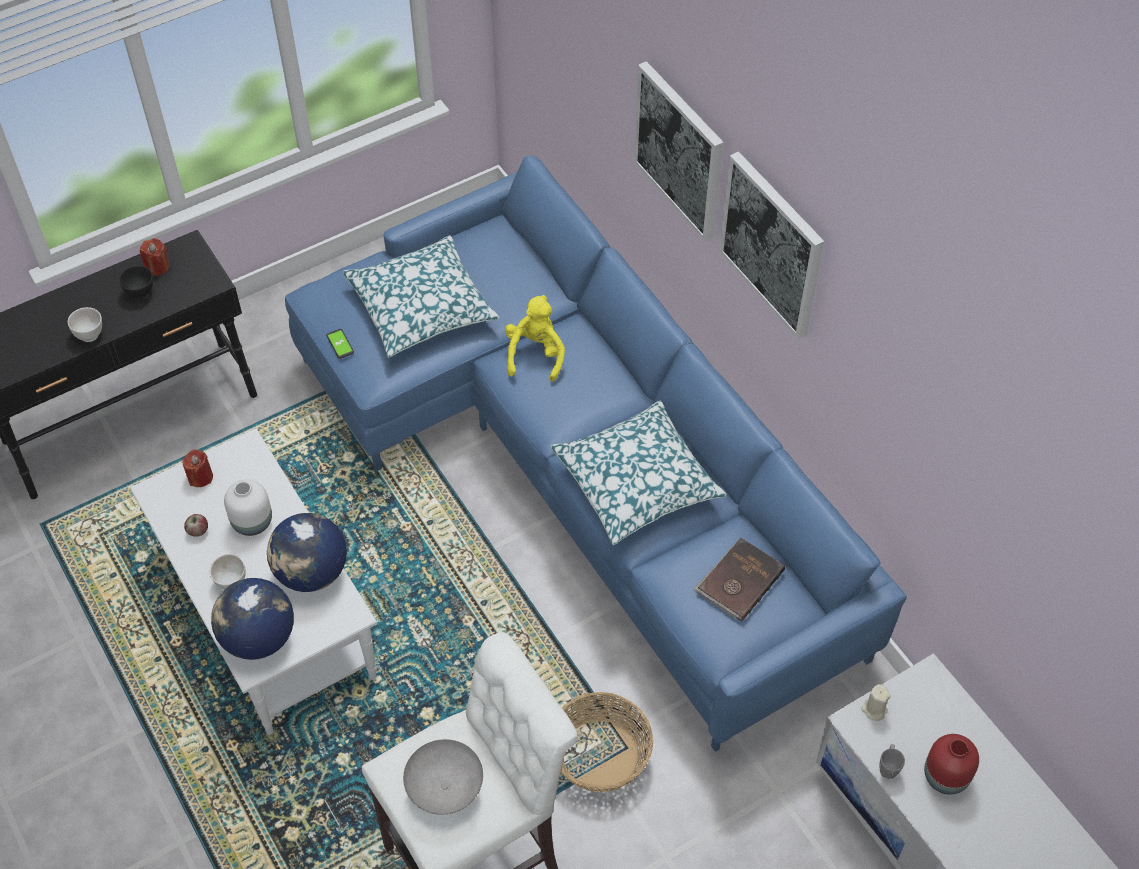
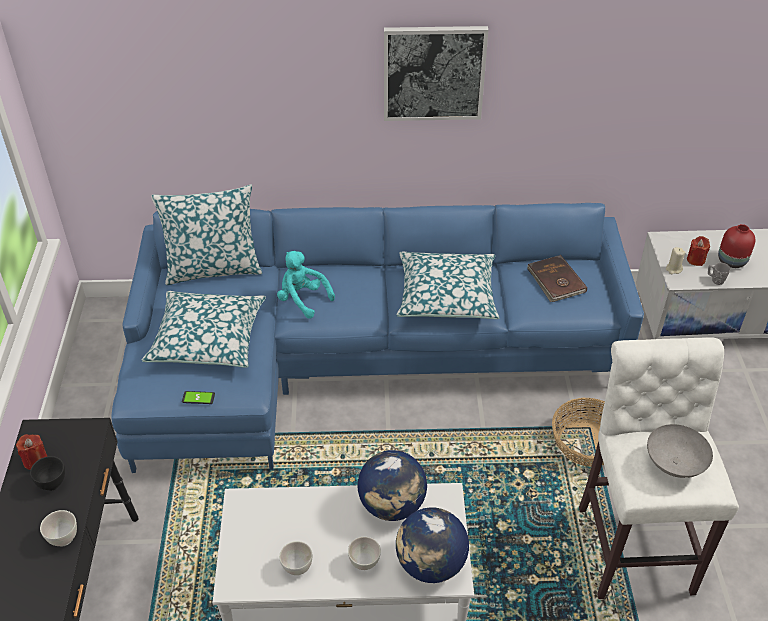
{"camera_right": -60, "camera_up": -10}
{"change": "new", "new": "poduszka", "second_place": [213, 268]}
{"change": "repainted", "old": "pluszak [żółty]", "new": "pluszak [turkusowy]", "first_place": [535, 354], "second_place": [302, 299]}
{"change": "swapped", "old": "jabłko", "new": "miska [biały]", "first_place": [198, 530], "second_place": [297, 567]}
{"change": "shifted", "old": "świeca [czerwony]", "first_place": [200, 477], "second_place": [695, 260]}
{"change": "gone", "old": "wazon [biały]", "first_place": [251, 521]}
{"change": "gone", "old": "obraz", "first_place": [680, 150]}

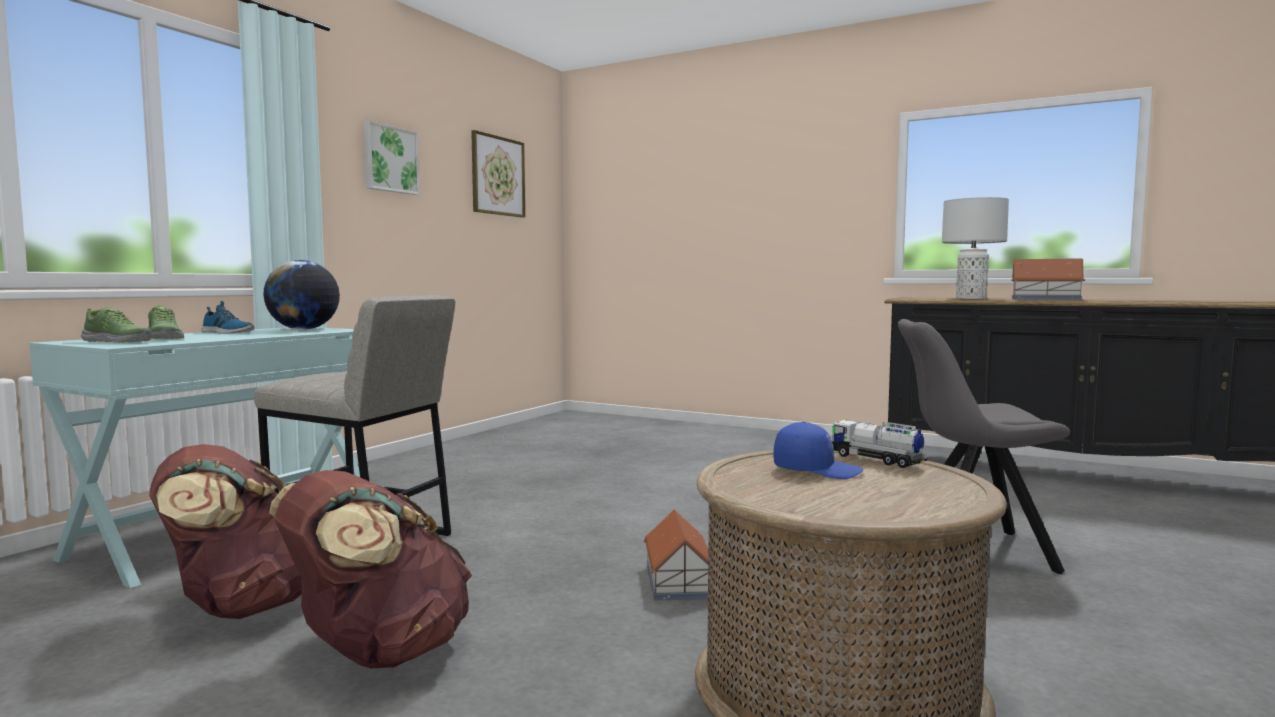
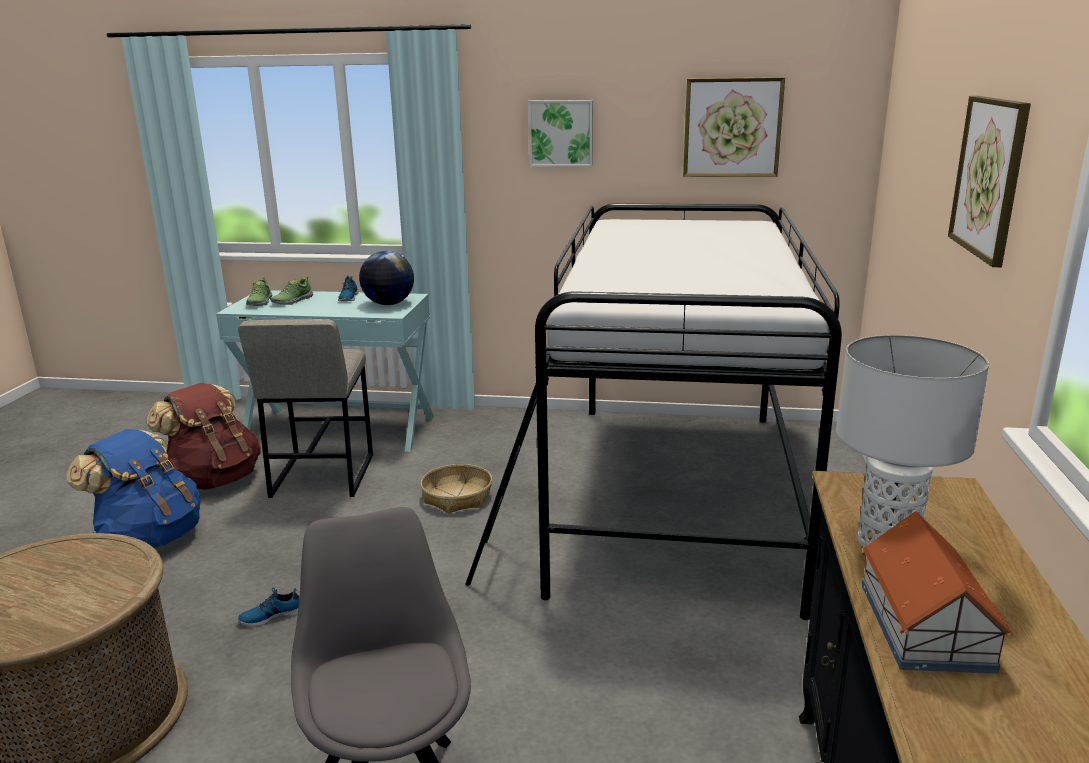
{"camera_right": 70, "camera_up": 15}
{"change": "repainted", "old": "plecak [brązowy]", "new": "plecak [niebieski]", "first_place": [377, 653], "second_place": [150, 537]}
{"change": "swapped", "old": "domek", "new": "but", "first_place": [679, 580], "second_place": [271, 616]}
{"change": "new", "new": "koszyk", "second_place": [457, 497]}
{"change": "new", "new": "łóżko [czarny]", "second_place": [670, 495]}
{"change": "new", "new": "obraz", "second_place": [989, 177]}
{"change": "gone", "old": "czapka z daszkiem [niebieski]", "first_place": [816, 470]}
{"change": "gone", "old": "ciężarówka zabawkowa", "first_place": [876, 459]}

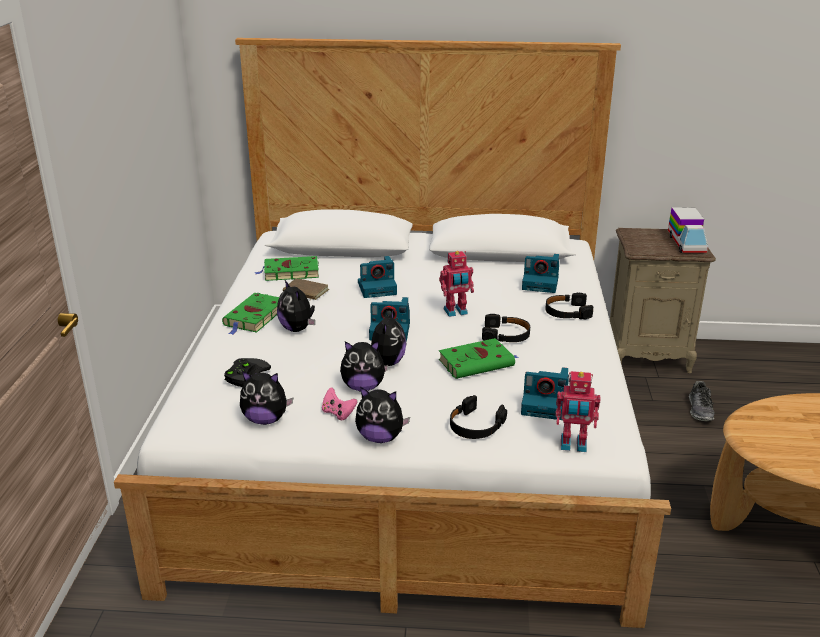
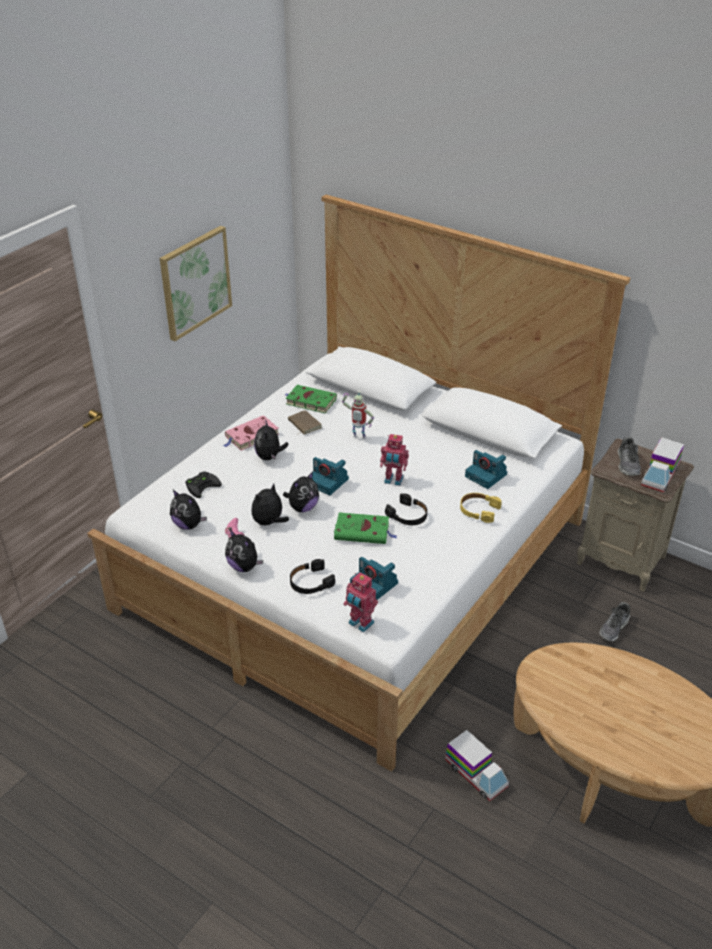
{"camera_right": 30, "camera_up": 10}
{"change": "new", "new": "obraz", "second_place": [195, 282]}
{"change": "repainted", "old": "książka [zielony]", "new": "książka [różowy]", "first_place": [254, 317], "second_place": [251, 436]}
{"change": "rotated", "old": "pluszak", "first_place": [363, 387], "second_place": [269, 522], "degrees": 105}
{"change": "swapped", "old": "aparat fotograficzny", "new": "robot zabawkowy", "first_place": [378, 288], "second_place": [358, 438]}
{"change": "new", "new": "ciężarówka zabawkowa", "second_place": [476, 774]}
{"change": "repainted", "old": "słuchawki [czarny]", "new": "słuchawki [żółty]", "first_place": [567, 312], "second_place": [478, 510]}
{"change": "new", "new": "but", "second_place": [628, 464]}

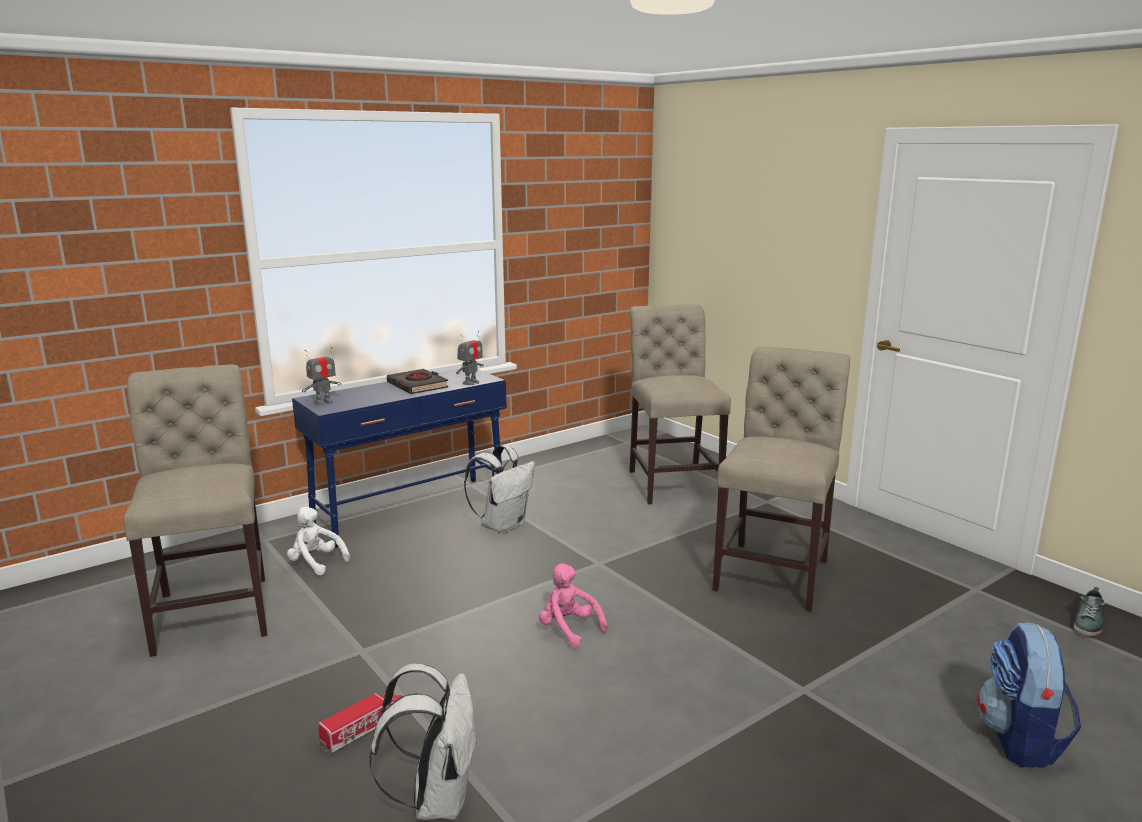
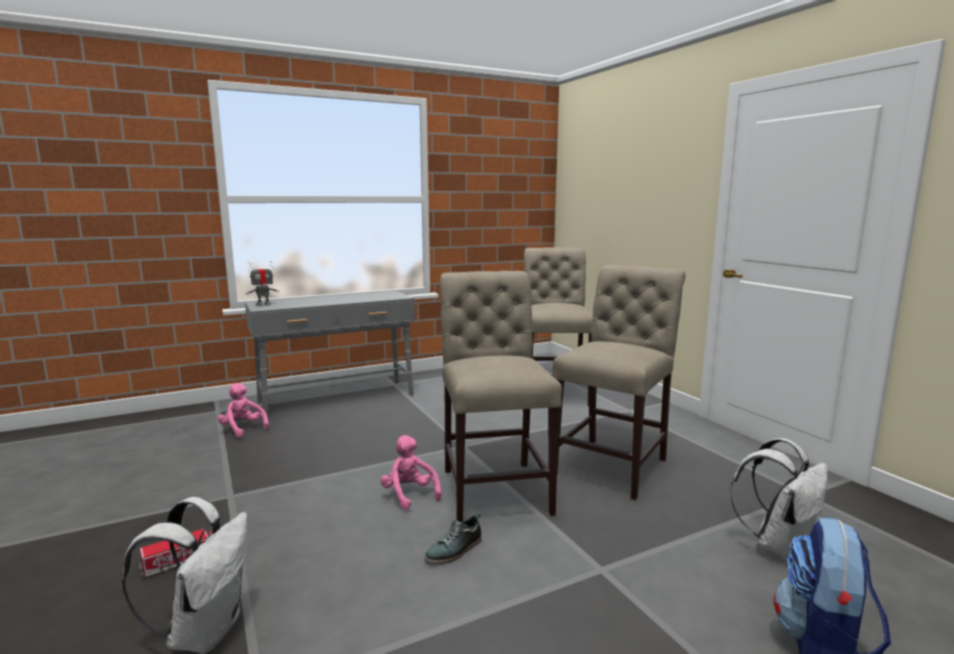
{"camera_right": 10, "camera_up": -5}
{"change": "repainted", "old": "pluszak [biały]", "new": "pluszak [różowy]", "first_place": [316, 563], "second_place": [243, 429]}
{"change": "repainted", "old": "stolik konsolowy [niebieski]", "new": "stolik konsolowy [szary]", "first_place": [411, 512], "second_place": [337, 399]}
{"change": "shifted", "old": "but", "first_place": [1088, 623], "second_place": [454, 550]}
{"change": "shifted", "old": "krzesło [beżowy]", "first_place": [214, 609], "second_place": [495, 487]}
{"change": "shifted", "old": "plecak [biały]", "first_place": [503, 526], "second_place": [778, 545]}
{"change": "gone", "old": "książka [czarny]", "first_place": [418, 386]}
{"change": "gone", "old": "robot zabawkowy", "first_place": [471, 383]}

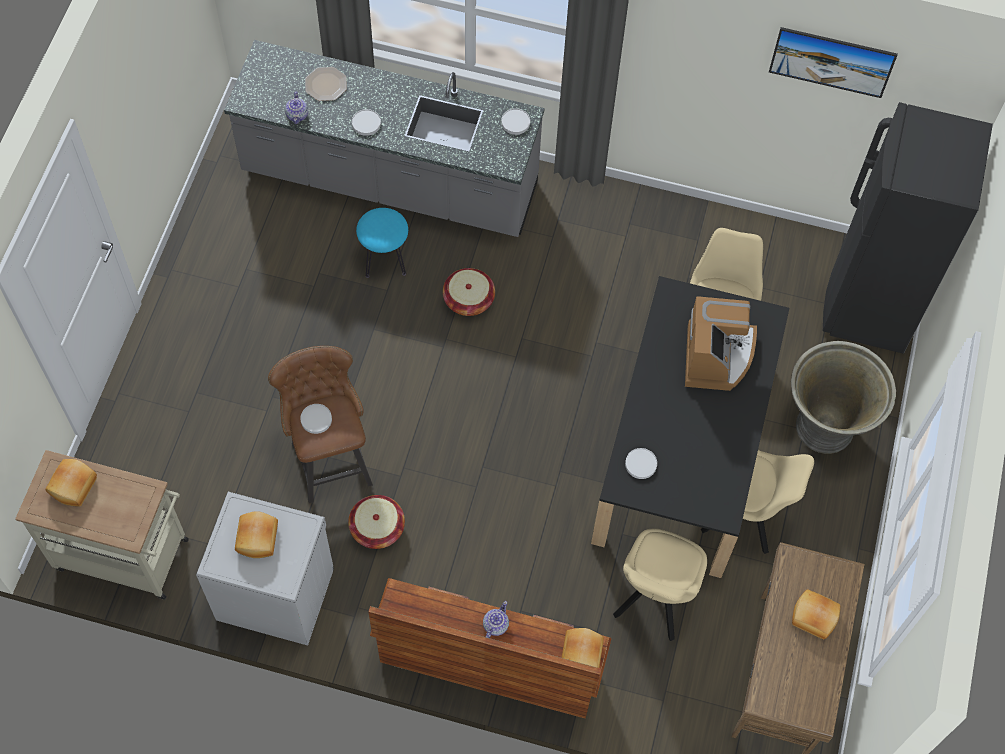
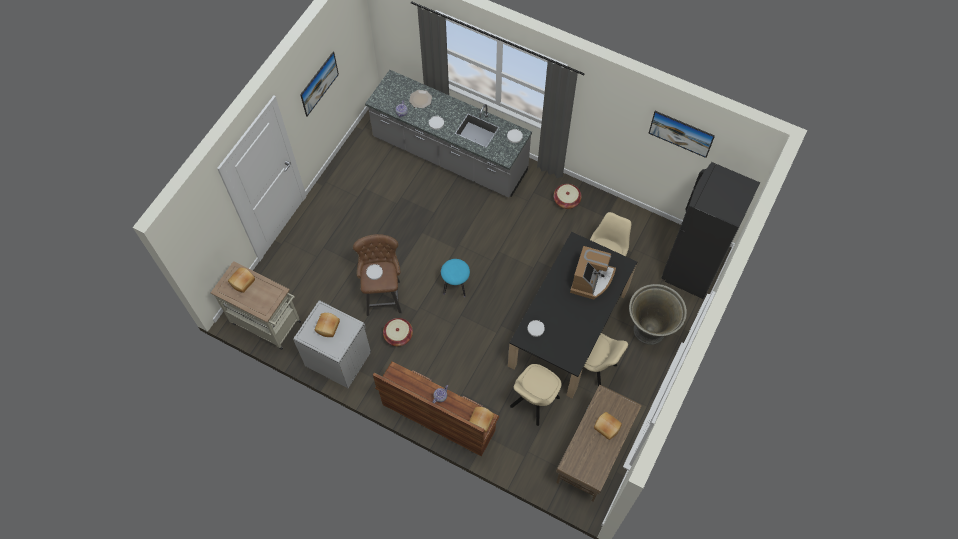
{"camera_right": 15, "camera_up": 0}
{"change": "new", "new": "obraz", "second_place": [320, 89]}
{"change": "shifted", "old": "stołek [turkusowy]", "first_place": [384, 259], "second_place": [455, 285]}
{"change": "shifted", "old": "koszyk", "first_place": [468, 299], "second_place": [566, 200]}

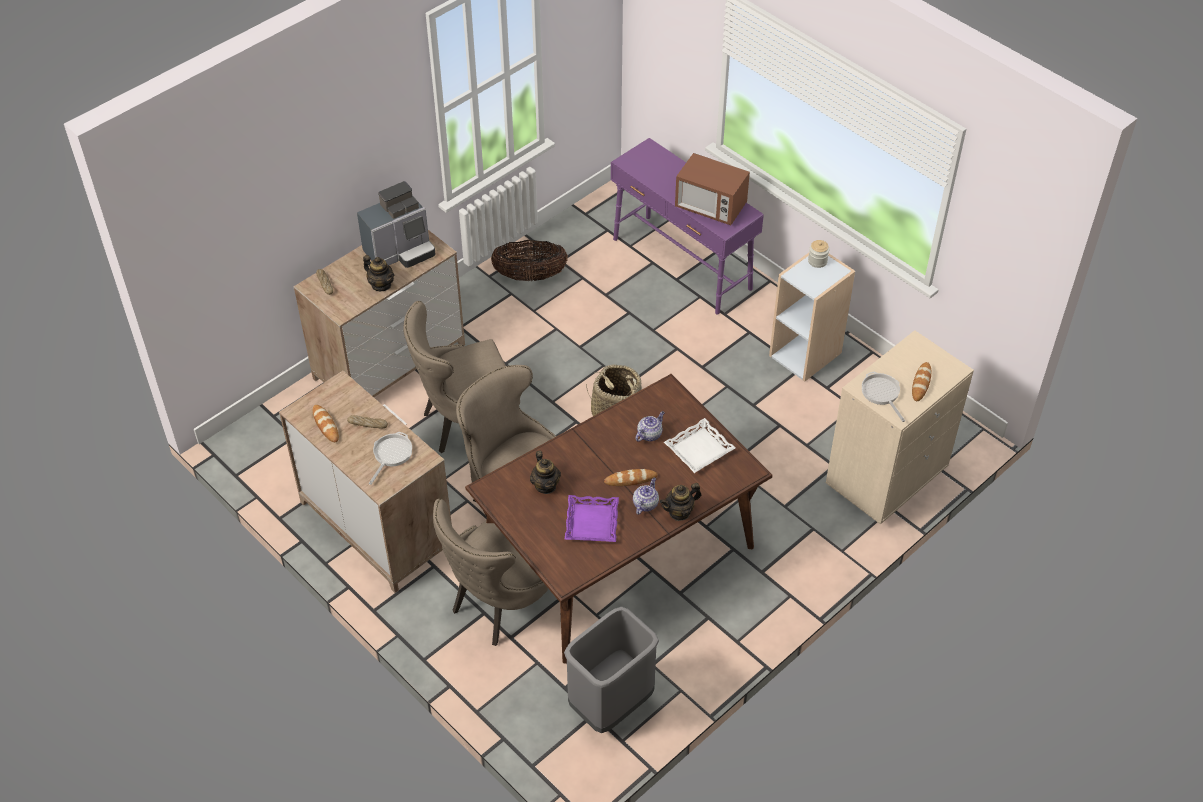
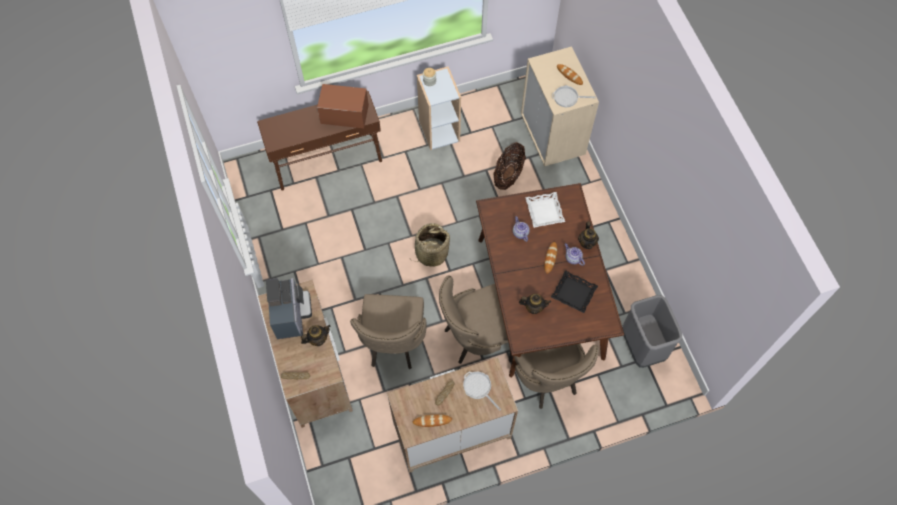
{"camera_right": -65, "camera_up": 15}
{"change": "repainted", "old": "stolik konsolowy [fioletowy]", "new": "stolik konsolowy [brązowy]", "first_place": [681, 265], "second_place": [327, 162]}
{"change": "rotated", "old": "mikrofalówka", "first_place": [710, 207], "second_place": [345, 115], "degrees": -135}
{"change": "shifted", "old": "koszyk", "first_place": [530, 276], "second_place": [508, 174]}
{"change": "repainted", "old": "taca [fioletowy]", "new": "taca [czarny]", "first_place": [591, 522], "second_place": [573, 293]}

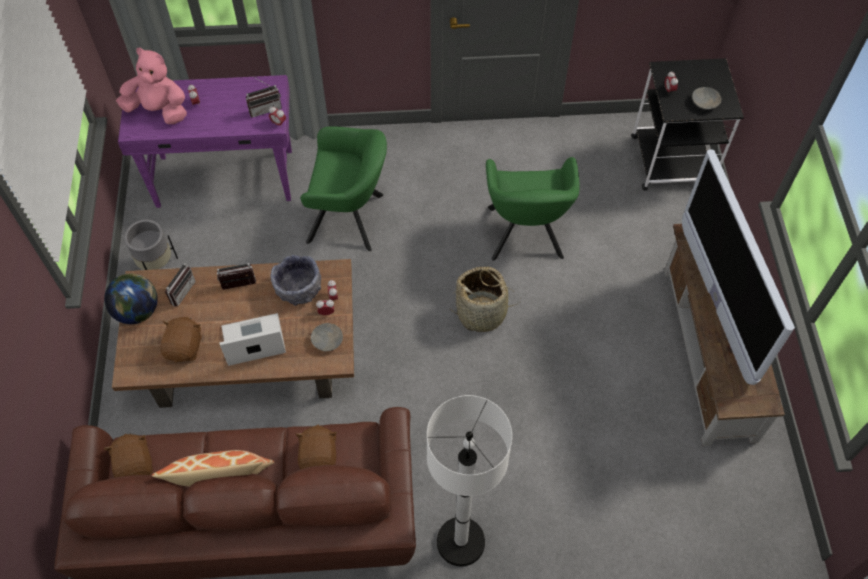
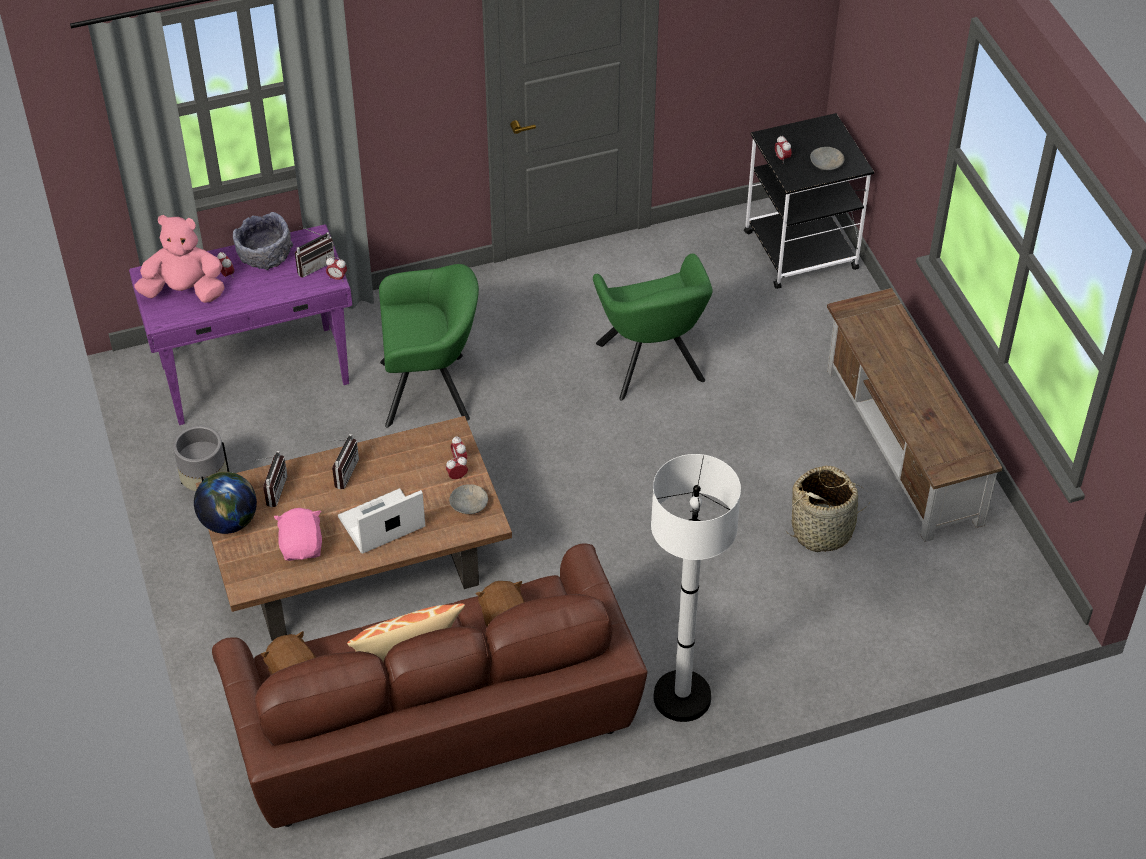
{"camera_right": -15, "camera_up": -10}
{"change": "shifted", "old": "miska [szary]", "first_place": [298, 289], "second_place": [265, 256]}
{"change": "repainted", "old": "pluszak [brązowy]", "new": "pluszak [różowy]", "first_place": [185, 347], "second_place": [302, 546]}
{"change": "rotated", "old": "radio", "first_place": [238, 287], "second_place": [342, 472], "degrees": 135}
{"change": "shifted", "old": "koszyk", "first_place": [482, 313], "second_place": [822, 530]}
{"change": "gone", "old": "telewizor", "first_place": [715, 302]}

